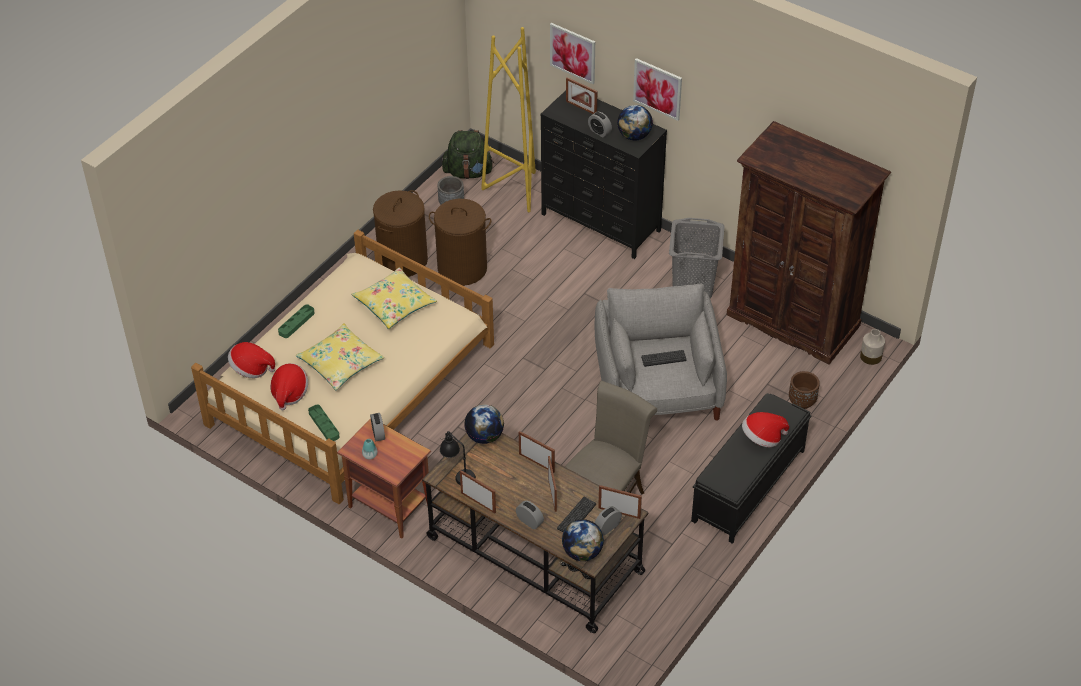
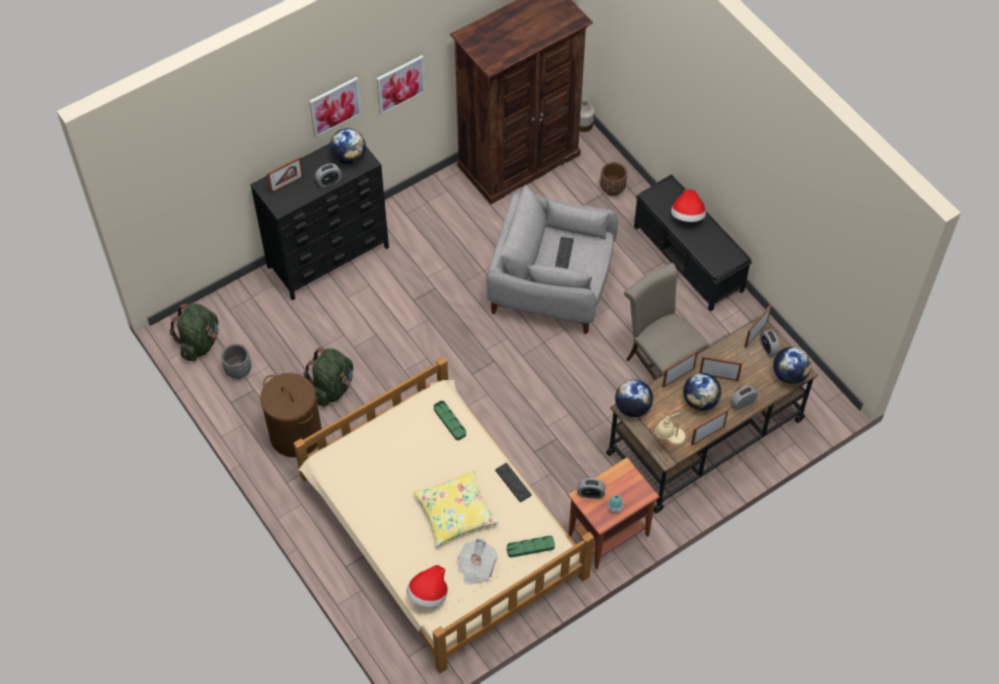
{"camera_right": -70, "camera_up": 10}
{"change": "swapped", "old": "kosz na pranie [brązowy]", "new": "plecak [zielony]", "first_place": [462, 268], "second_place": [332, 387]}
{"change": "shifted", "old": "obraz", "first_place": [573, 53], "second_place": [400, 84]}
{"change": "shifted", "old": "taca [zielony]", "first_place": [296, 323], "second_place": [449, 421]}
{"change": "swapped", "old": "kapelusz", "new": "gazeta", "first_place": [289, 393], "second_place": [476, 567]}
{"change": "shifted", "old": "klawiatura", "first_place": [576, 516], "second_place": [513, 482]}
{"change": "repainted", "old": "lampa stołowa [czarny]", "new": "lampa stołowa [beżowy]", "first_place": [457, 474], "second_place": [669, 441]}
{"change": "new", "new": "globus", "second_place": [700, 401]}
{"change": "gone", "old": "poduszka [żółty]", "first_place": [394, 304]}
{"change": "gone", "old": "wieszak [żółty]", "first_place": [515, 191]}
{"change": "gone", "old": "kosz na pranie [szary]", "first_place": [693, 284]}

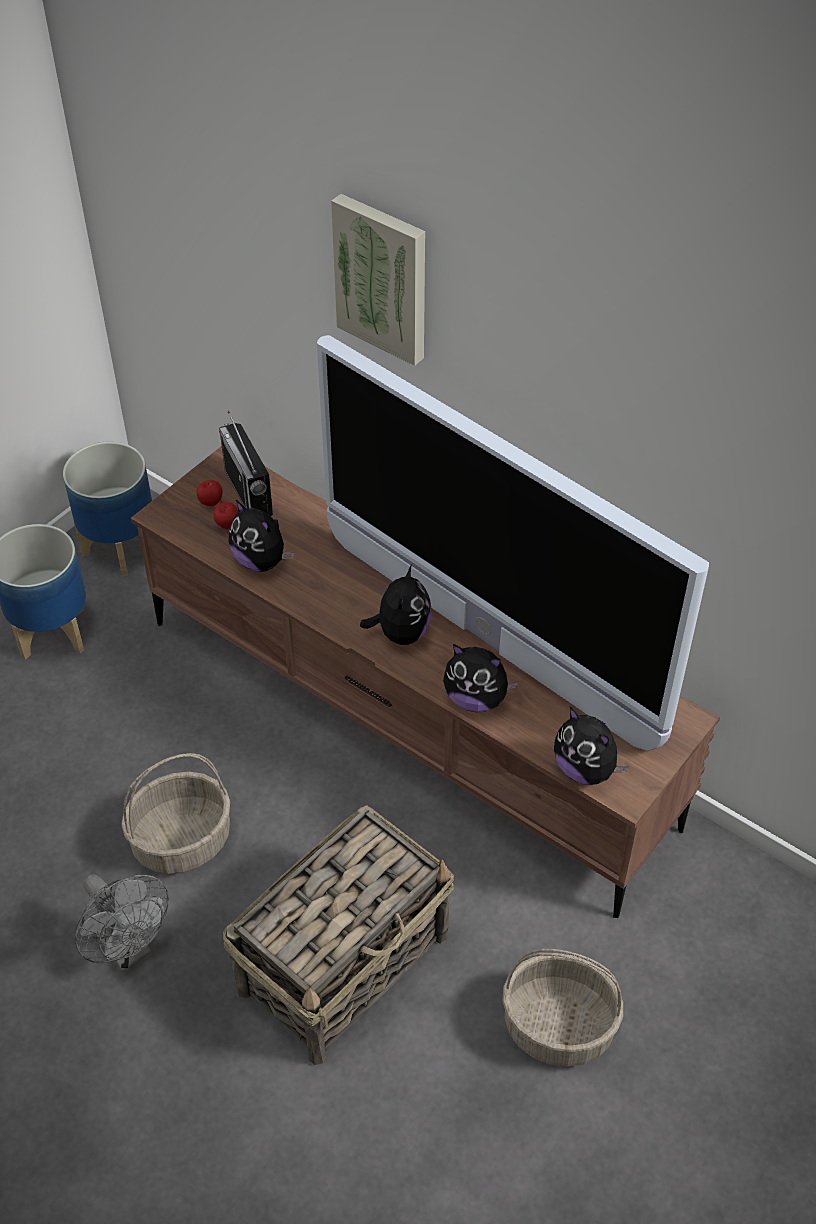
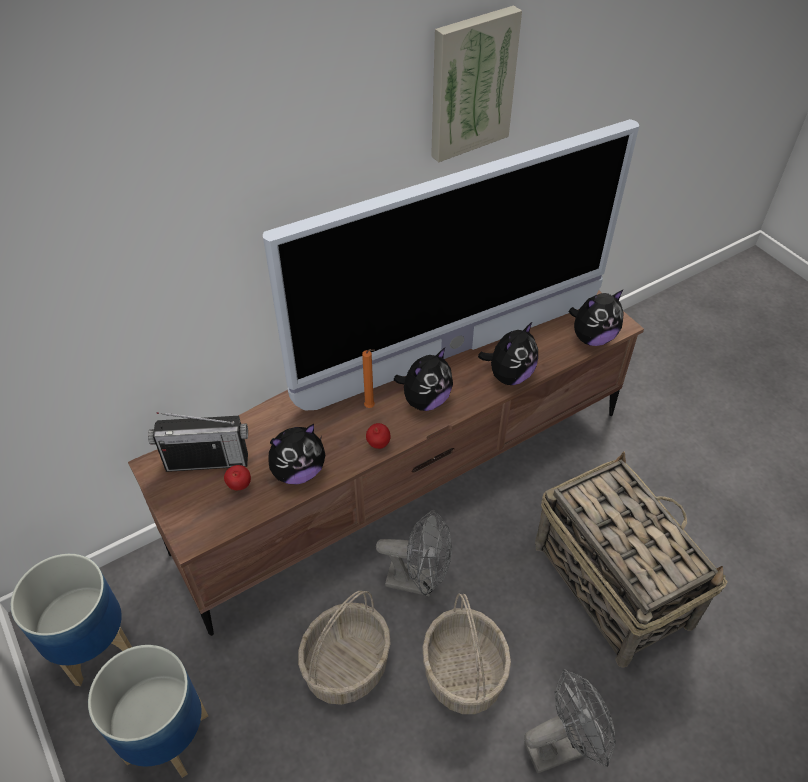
{"camera_right": -70, "camera_up": 0}
{"change": "shifted", "old": "koszyk", "first_place": [559, 1026], "second_place": [346, 665]}
{"change": "new", "new": "świeca [pomarańczowy]", "second_place": [371, 407]}
{"change": "shifted", "old": "jabłko", "first_place": [211, 503], "second_place": [378, 444]}
{"change": "new", "new": "wentylator [szary]", "second_place": [418, 581]}
{"change": "rotated", "old": "pluszak", "first_place": [401, 633], "second_place": [425, 400], "degrees": 105}
{"change": "shifted", "old": "obraz", "first_place": [383, 278], "second_place": [470, 84]}

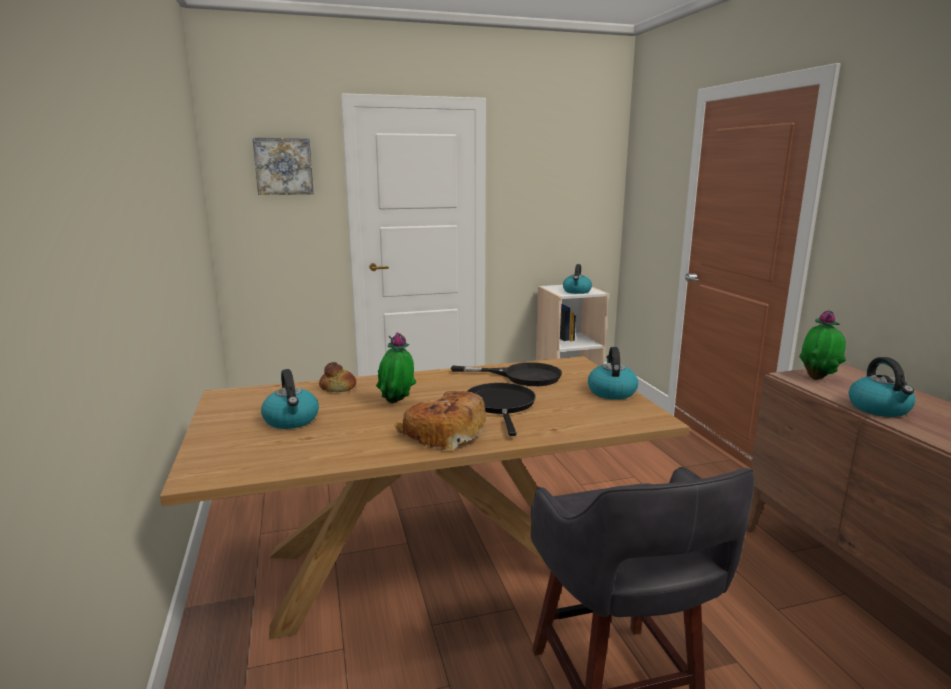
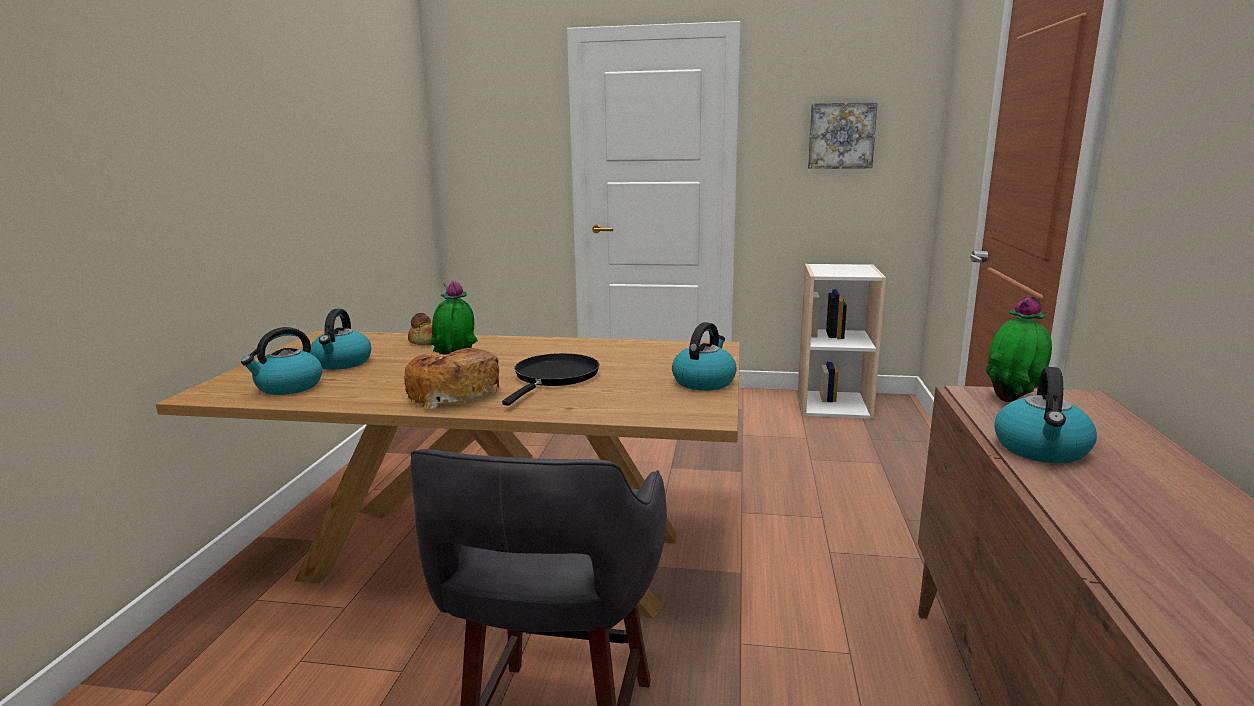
{"camera_right": 25, "camera_up": 0}
{"change": "shifted", "old": "czajnik", "first_place": [577, 291], "second_place": [288, 387]}
{"change": "shifted", "old": "obraz", "first_place": [283, 166], "second_place": [841, 136]}
{"change": "gone", "old": "patelnia [czarny]", "first_place": [521, 376]}

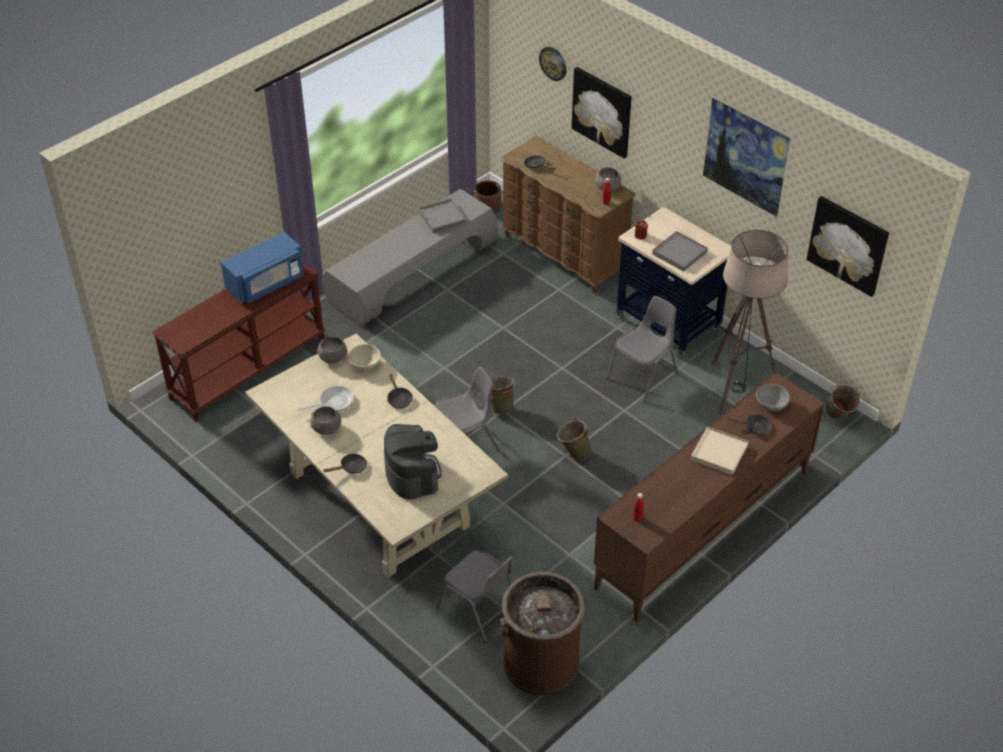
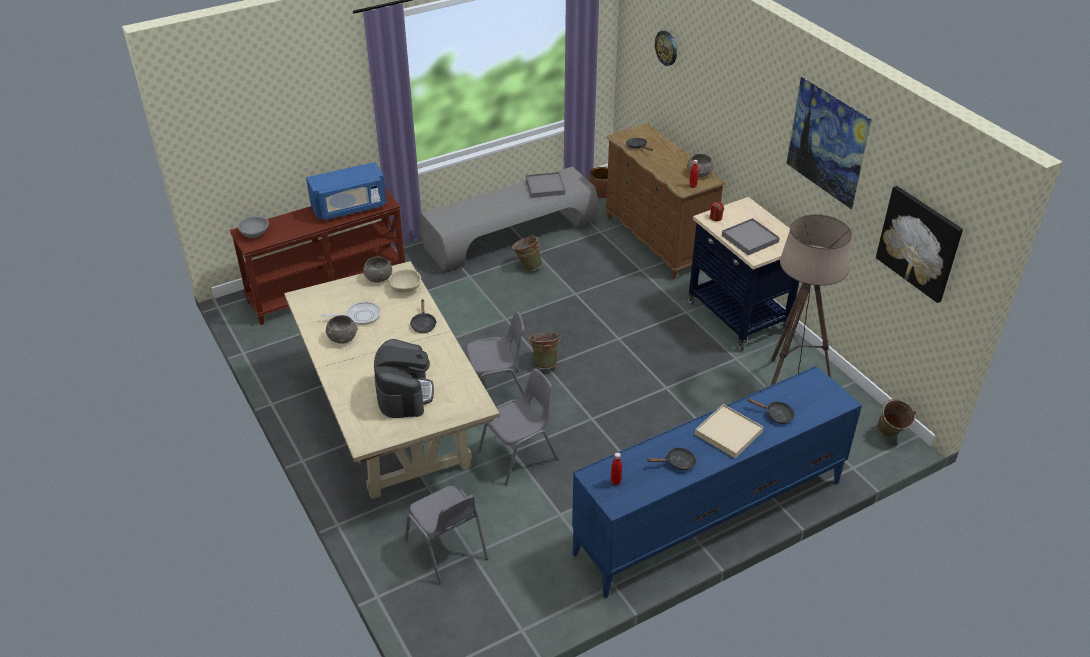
{"camera_right": 15, "camera_up": -5}
{"change": "shifted", "old": "miska [szary]", "first_place": [771, 405], "second_place": [255, 234]}
{"change": "shifted", "old": "krzesło [szary]", "first_place": [643, 375], "second_place": [519, 455]}
{"change": "shifted", "old": "wiadro [zielony]", "first_place": [573, 453], "second_place": [527, 266]}
{"change": "repainted", "old": "szafka [brązowy]", "new": "szafka [niebieski]", "first_place": [704, 529], "second_place": [709, 518]}
{"change": "shifted", "old": "patelnia [czarny]", "first_place": [351, 468], "second_place": [677, 463]}
{"change": "gone", "old": "kosz na śmieci [brązowy]", "first_place": [541, 662]}
{"change": "gone", "old": "obraz", "first_place": [602, 111]}

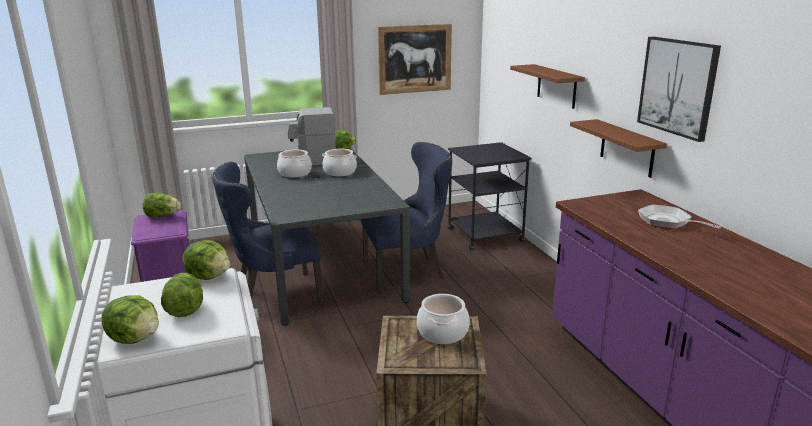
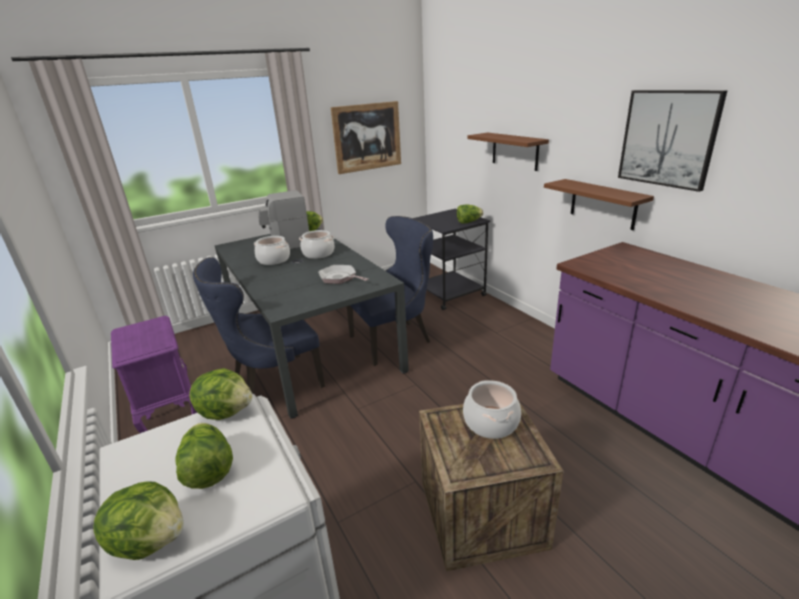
{"camera_right": -10, "camera_up": 5}
{"change": "shifted", "old": "patelnia", "first_place": [667, 222], "second_place": [340, 278]}
{"change": "shifted", "old": "sałata", "first_place": [162, 216], "second_place": [468, 222]}

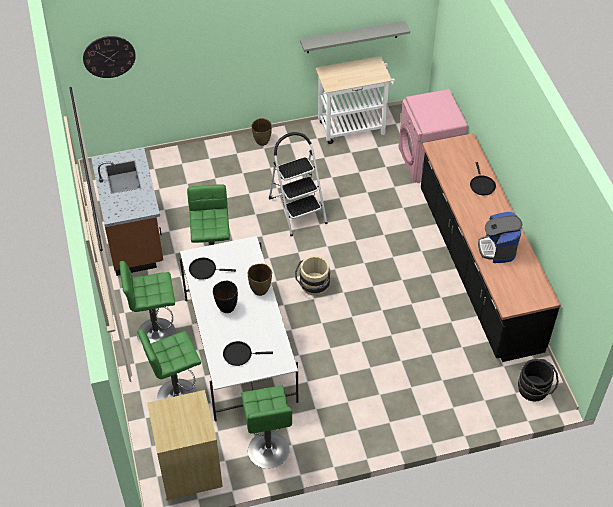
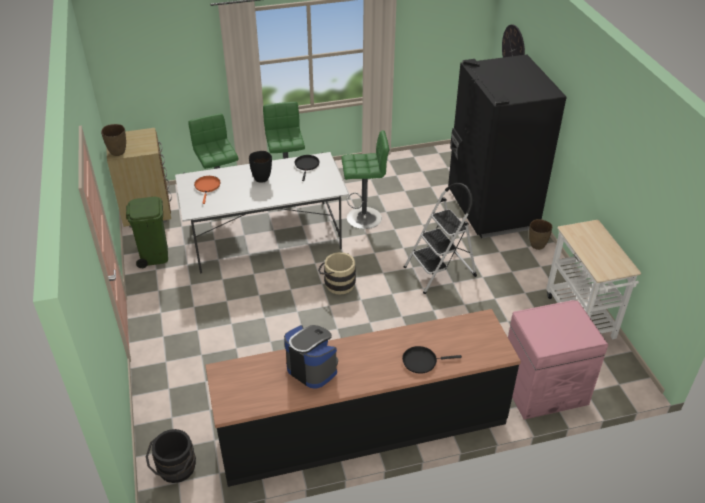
{"camera_right": 90, "camera_up": -10}
{"change": "shifted", "old": "wazon [brązowy]", "first_place": [260, 289], "second_place": [118, 152]}
{"change": "swapped", "old": "stołek [zielony]", "new": "kosz na śmieci [zielony]", "first_place": [268, 450], "second_place": [154, 255]}
{"change": "repainted", "old": "patelnia [czarny]", "new": "patelnia [pomarańczowy]", "first_place": [239, 354], "second_place": [207, 187]}
{"change": "rotated", "old": "ekspres do kawy", "first_place": [497, 248], "second_place": [312, 368], "degrees": 45}
{"change": "new", "new": "lodówka [czarny]", "second_place": [491, 209]}
{"change": "gone", "old": "zabudowa kuchenna [brązowy]", "first_place": [134, 237]}
{"change": "gone", "old": "półka [szary]", "first_place": [352, 37]}

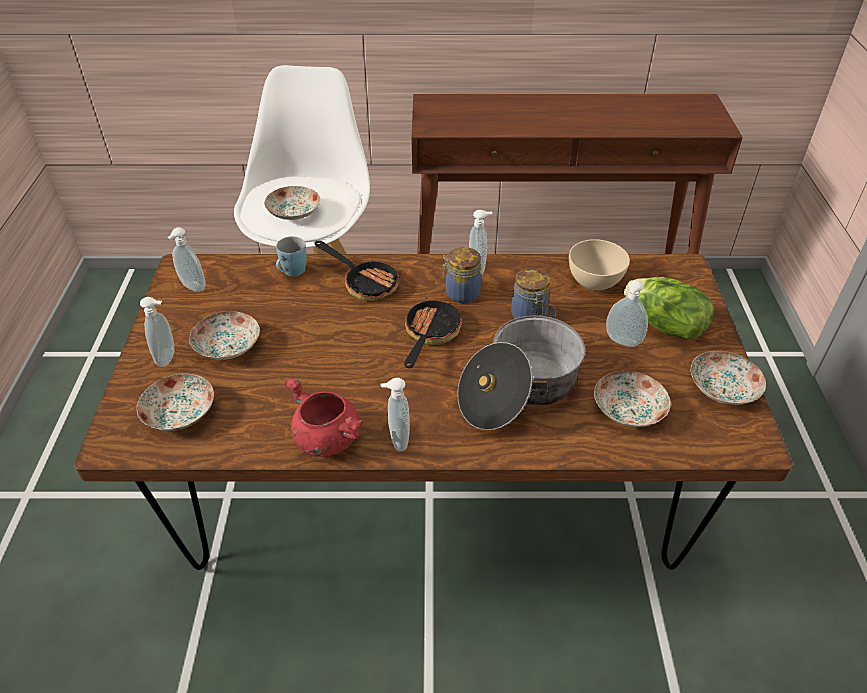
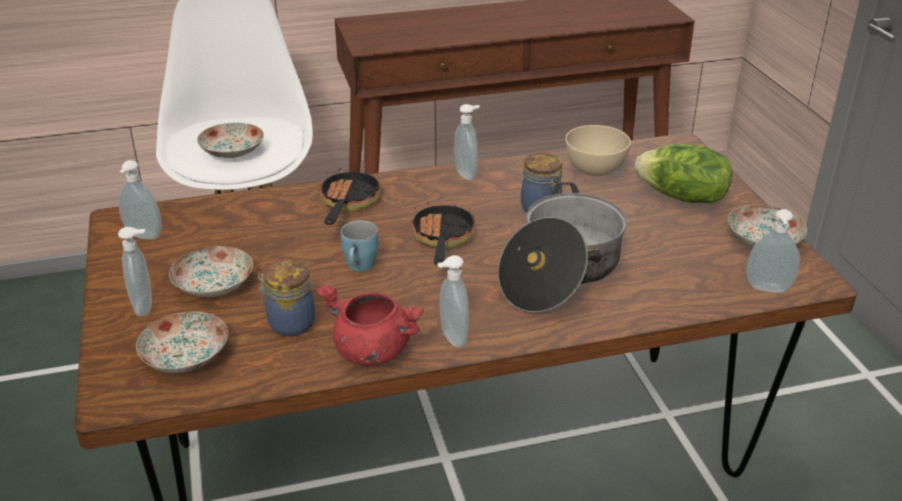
{"camera_right": -15, "camera_up": -10}
{"change": "shifted", "old": "słoik", "first_place": [461, 293], "second_place": [289, 323]}
{"change": "rotated", "old": "patelnia", "first_place": [365, 282], "second_place": [347, 204], "degrees": -105}
{"change": "shifted", "old": "kubek [niebieski]", "first_place": [291, 273], "second_place": [359, 268]}
{"change": "shifted", "old": "dozownik mydła", "first_place": [622, 342], "second_place": [767, 290]}
{"change": "gone", "old": "talerz", "first_place": [629, 409]}

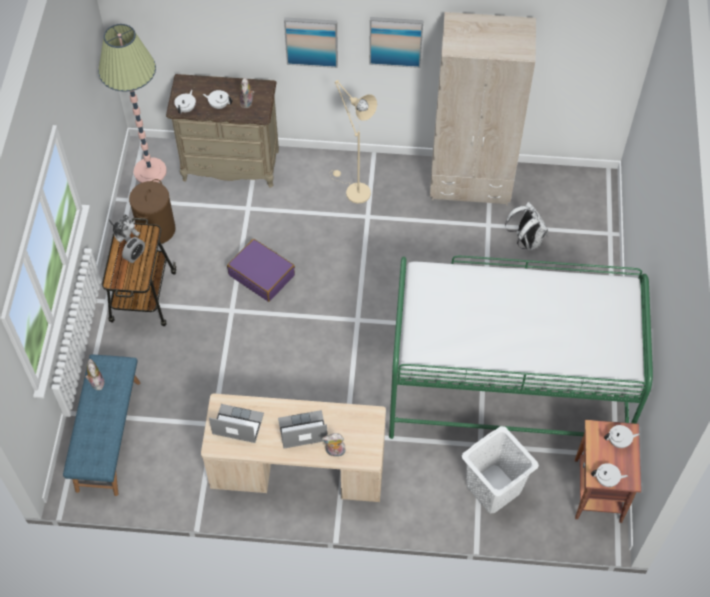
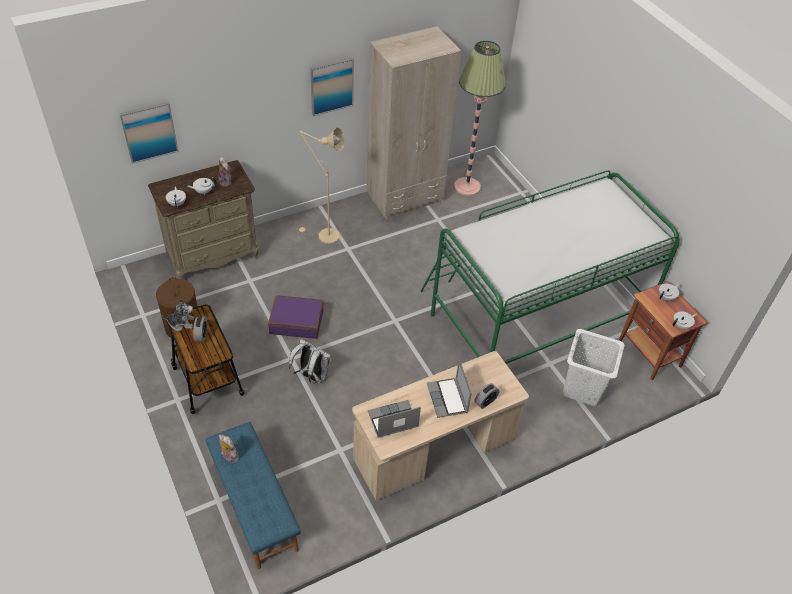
{"camera_right": -35, "camera_up": -10}
{"change": "shifted", "old": "obraz", "first_place": [311, 41], "second_place": [149, 132]}
{"change": "shifted", "old": "plecak [biały]", "first_place": [525, 241], "second_place": [311, 375]}
{"change": "rotated", "old": "laptop", "first_place": [302, 431], "second_place": [448, 399], "degrees": -60}
{"change": "shifted", "old": "lampa stojąca", "first_place": [150, 171], "second_place": [467, 186]}
{"change": "swapped", "old": "pluszak", "new": "budzik", "first_place": [334, 452], "second_place": [485, 401]}

